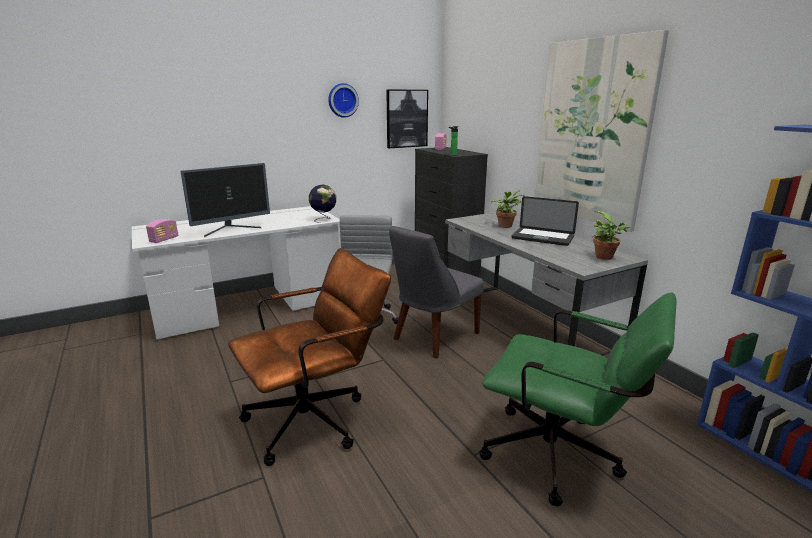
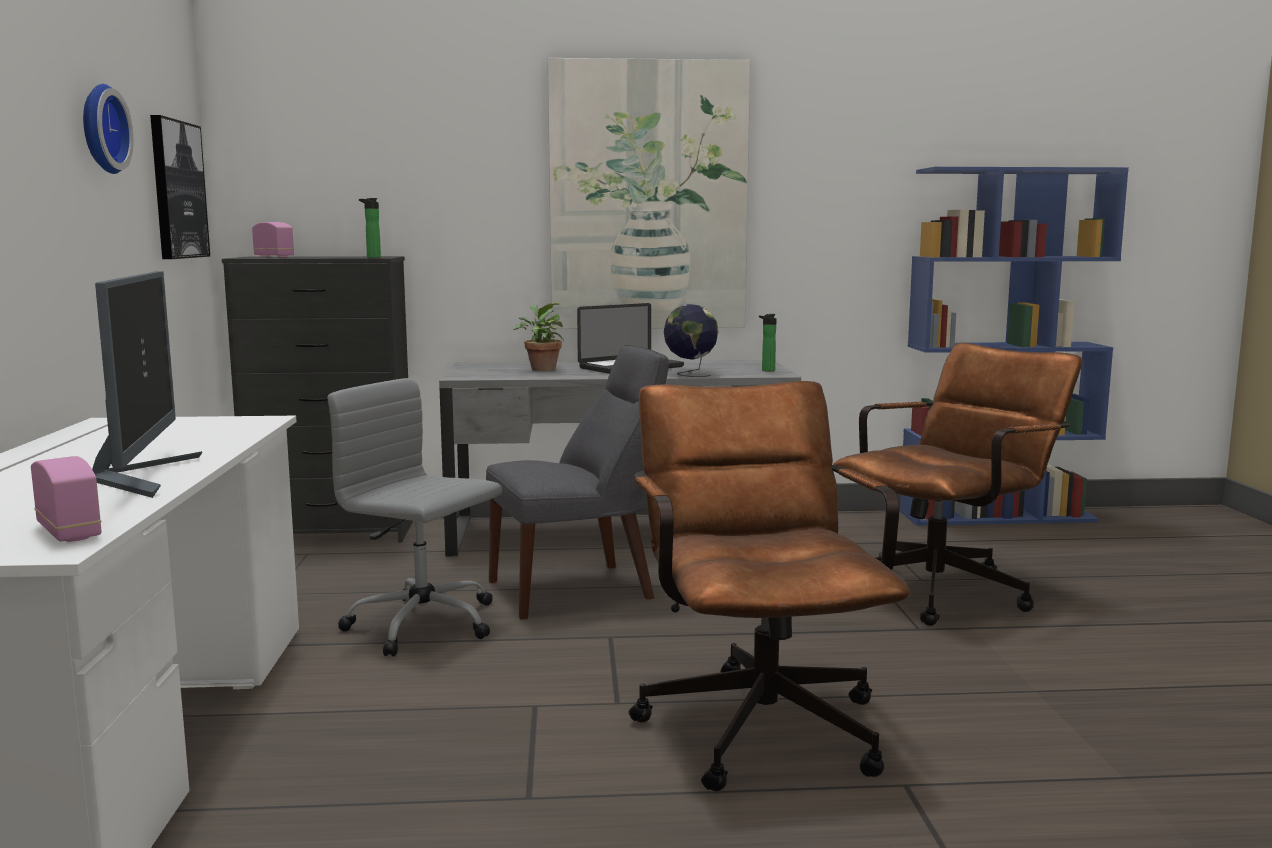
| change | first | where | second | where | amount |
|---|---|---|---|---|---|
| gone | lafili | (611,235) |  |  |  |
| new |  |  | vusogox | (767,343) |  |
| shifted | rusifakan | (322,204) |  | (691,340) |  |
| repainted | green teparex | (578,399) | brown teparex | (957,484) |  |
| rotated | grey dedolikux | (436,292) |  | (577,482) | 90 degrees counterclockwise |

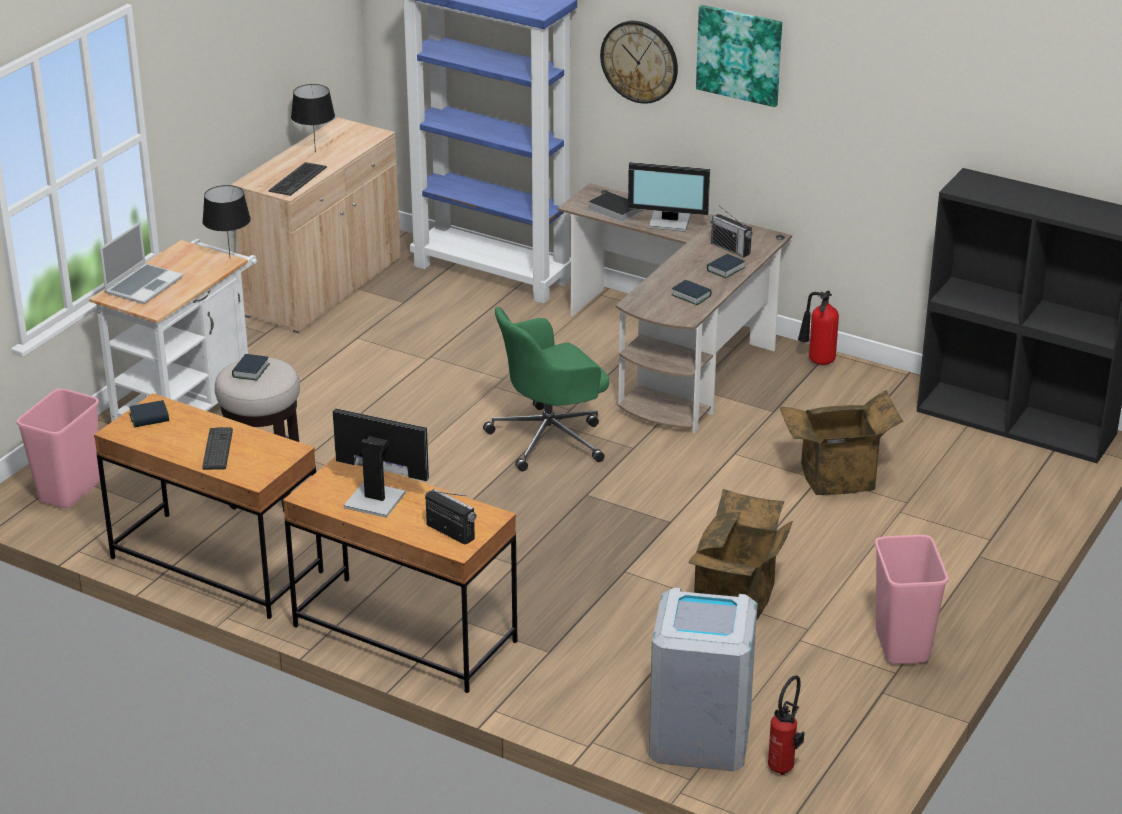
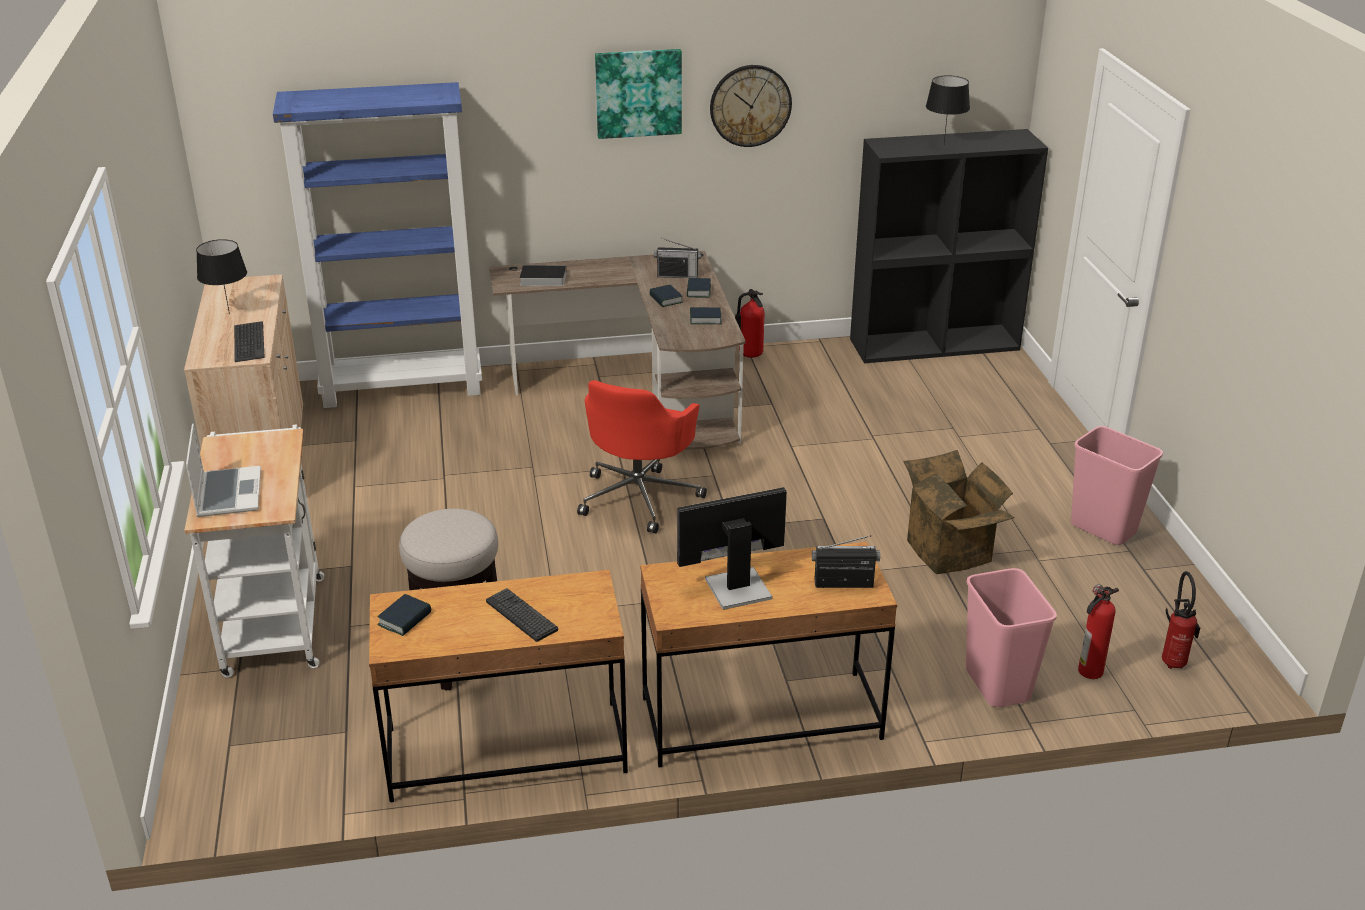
| change | first | where | second | where | amount |
|---|---|---|---|---|---|
| gone | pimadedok | (669,196) |  |  |  |
| gone | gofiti | (841,442) |  |  |  |
| shifted | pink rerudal | (58,448) |  | (1011,637) |  |
| shifted | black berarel | (226,220) |  | (948,109) |  |
| shifted | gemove | (251,367) |  | (666,296) |  |
| shifted | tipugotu | (639,62) |  | (751,106) |  |
| swapped | grey rerudal | (703,679) | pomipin | (1098,631) |  |
| repainted | green teparex | (546,389) | red teparex | (642,456) |  |

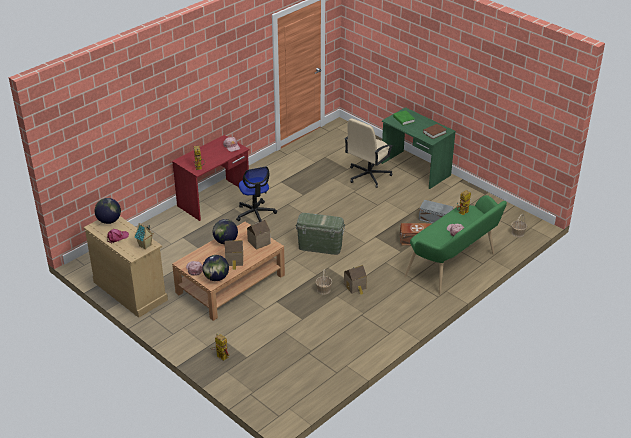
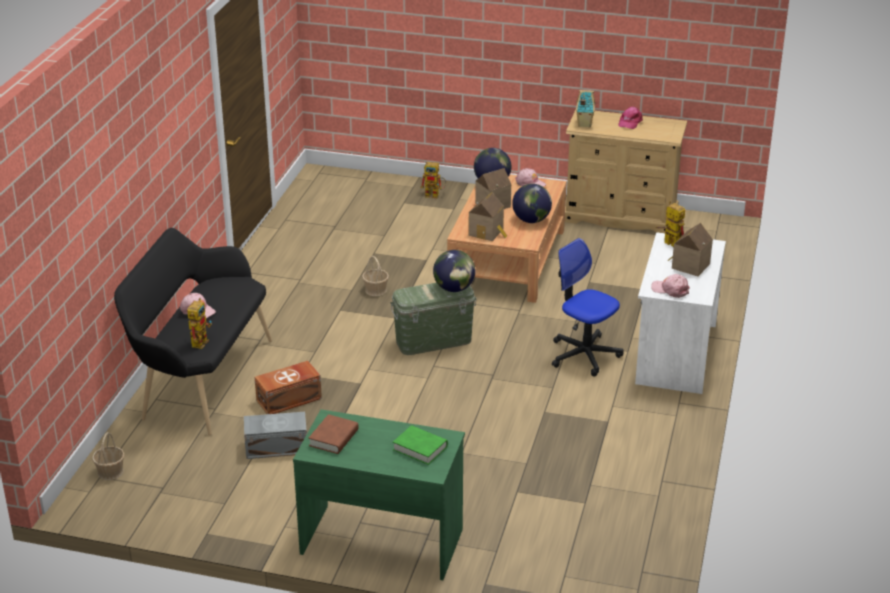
| change | first | where | second | where | amount |
|---|---|---|---|---|---|
| gone | beige teparex | (369,153) |  |  |  |
| shifted | rusifakan | (107,211) |  | (454,271) |  |
| shifted | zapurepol | (355,280) |  | (690,249) |  |
| repainted | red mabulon | (210,178) | white mabulon | (680,313) |  |
| repainted | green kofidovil | (455,244) | black kofidovil | (193,331) |  |

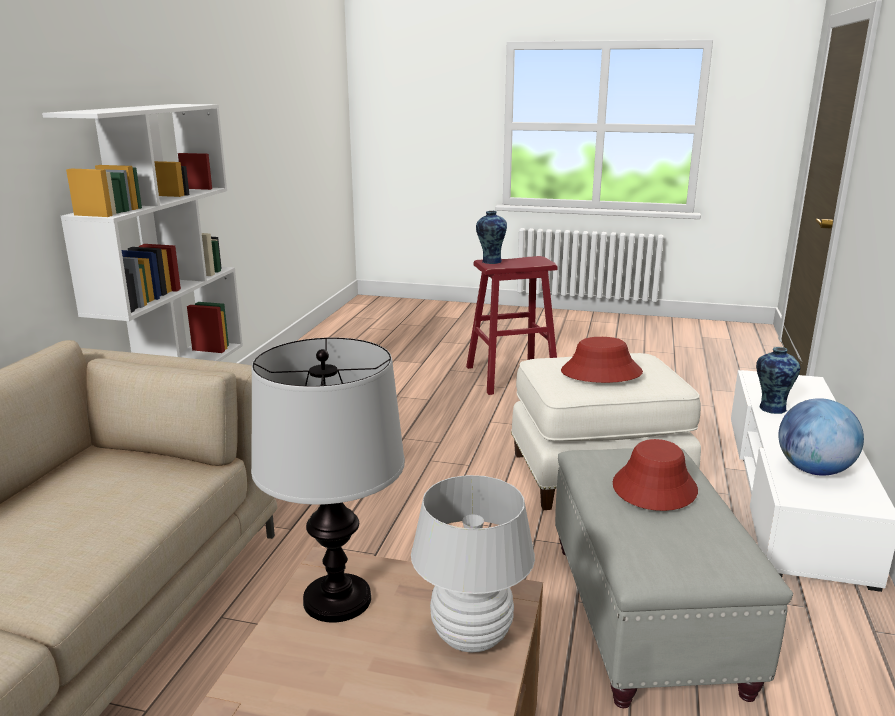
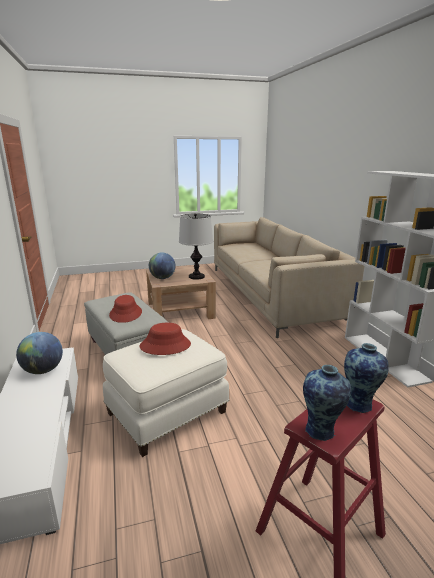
| change | first | where | second | where | amount |
|---|---|---|---|---|---|
| shifted | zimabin | (778,380) |  | (327,403) |  |
| swapped | white berarel | (473,563) | rusifakan | (162,266) |  |

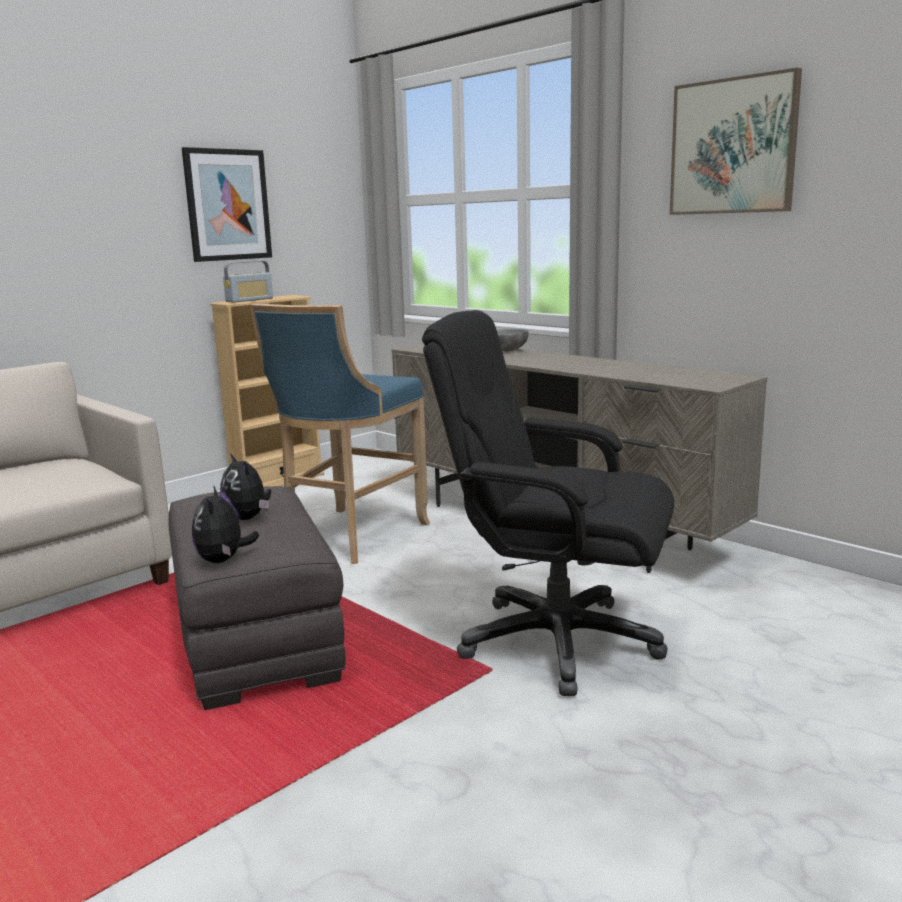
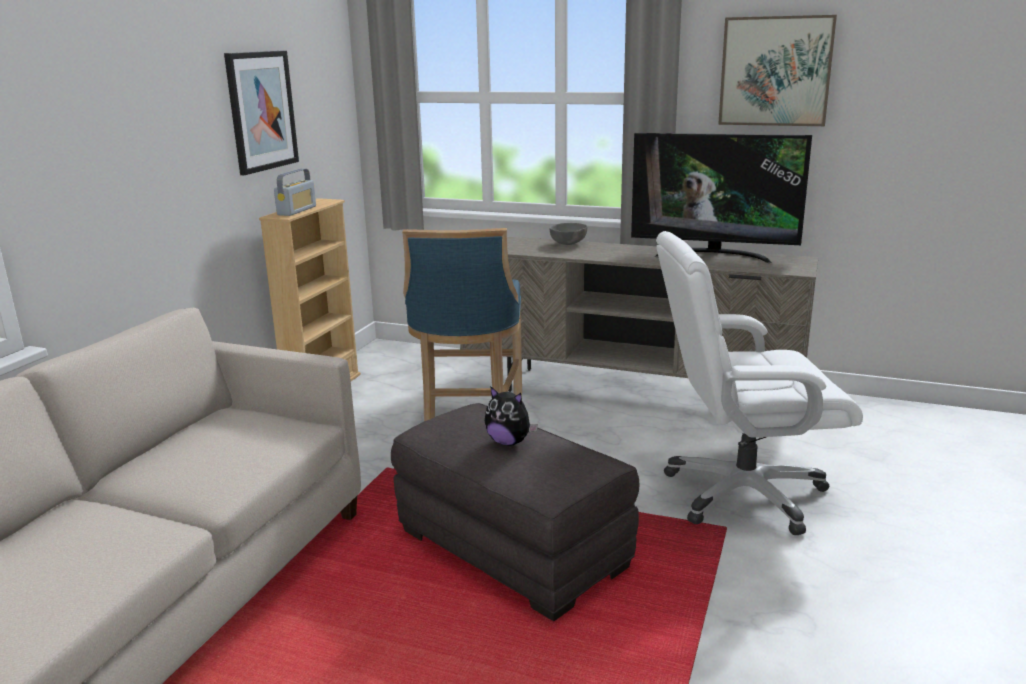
| change | first | where | second | where | amount |
|---|---|---|---|---|---|
| gone | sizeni | (225,524) |  |  |  |
| new |  |  | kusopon | (721,198) |  |
| repainted | black teparex | (548,503) | white teparex | (759,383) |  |

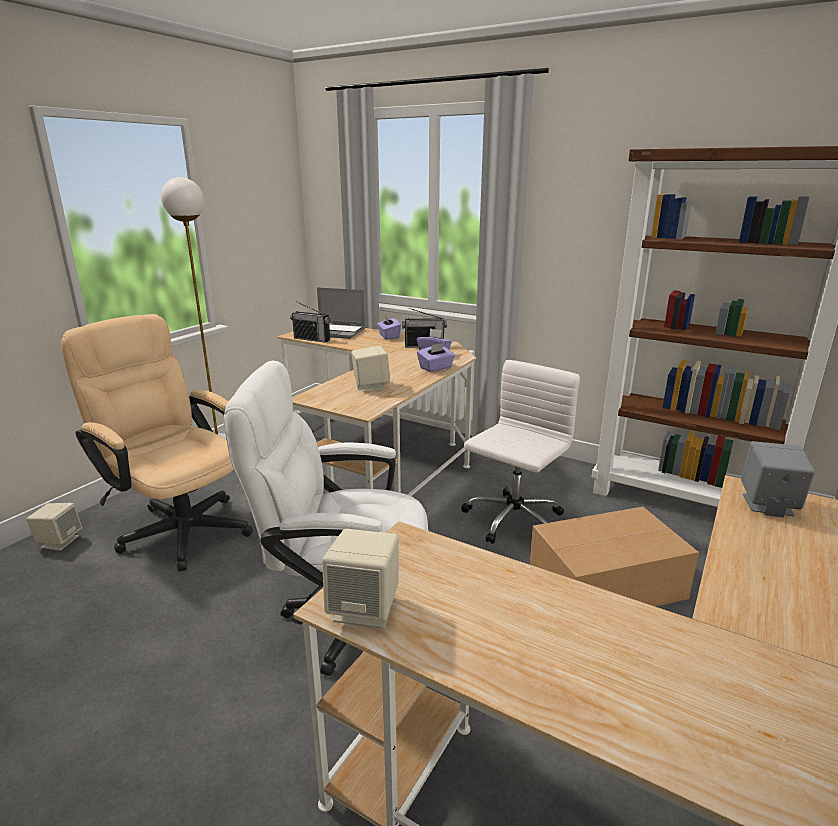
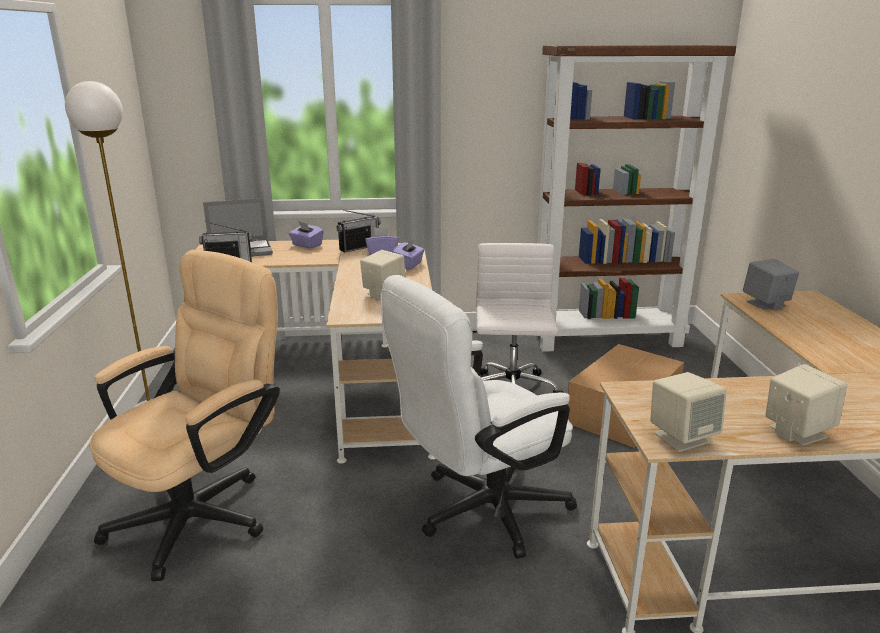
| change | first | where | second | where | amount |
|---|---|---|---|---|---|
| shifted | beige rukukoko | (54,527) |  | (806,404) |  |
| rotated | beige teparex | (157,442) |  | (185,415) | 120 degrees clockwise |

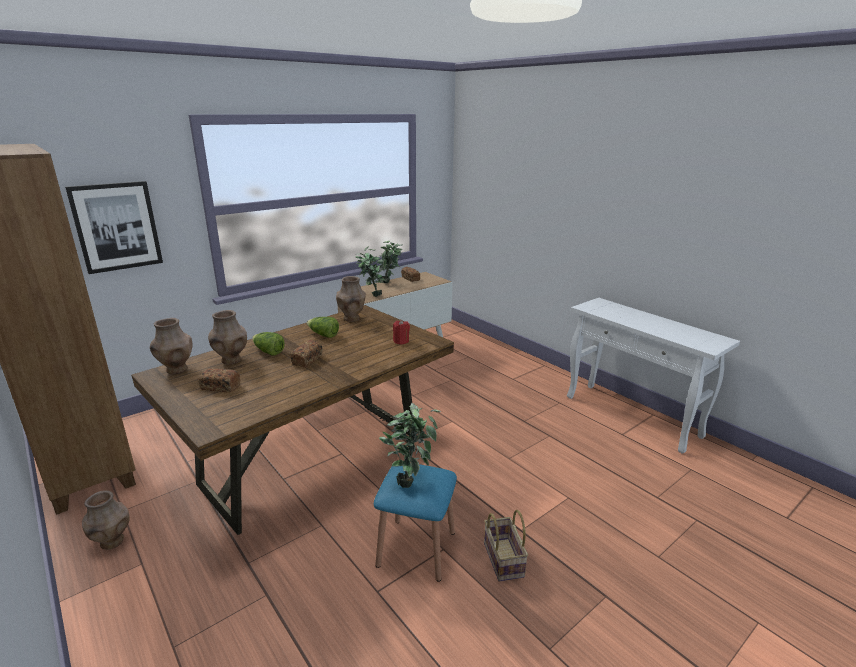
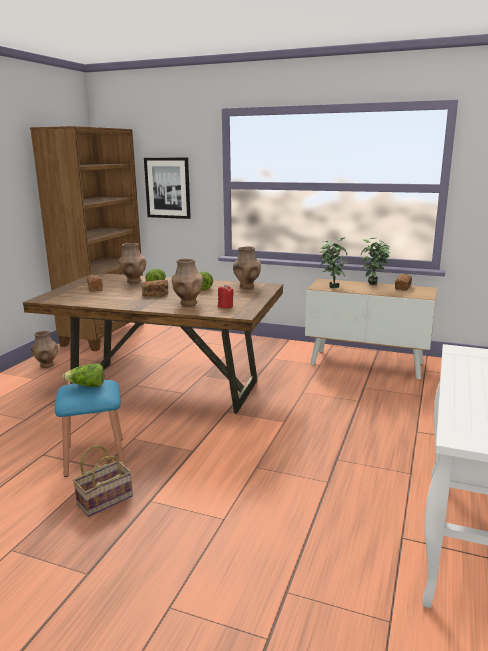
| change | first | where | second | where | amount |
|---|---|---|---|---|---|
| shifted | brown zimabin | (171,346) |  | (187,282) |  |
| swapped | lafili | (410,445) | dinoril | (83,375) |  |

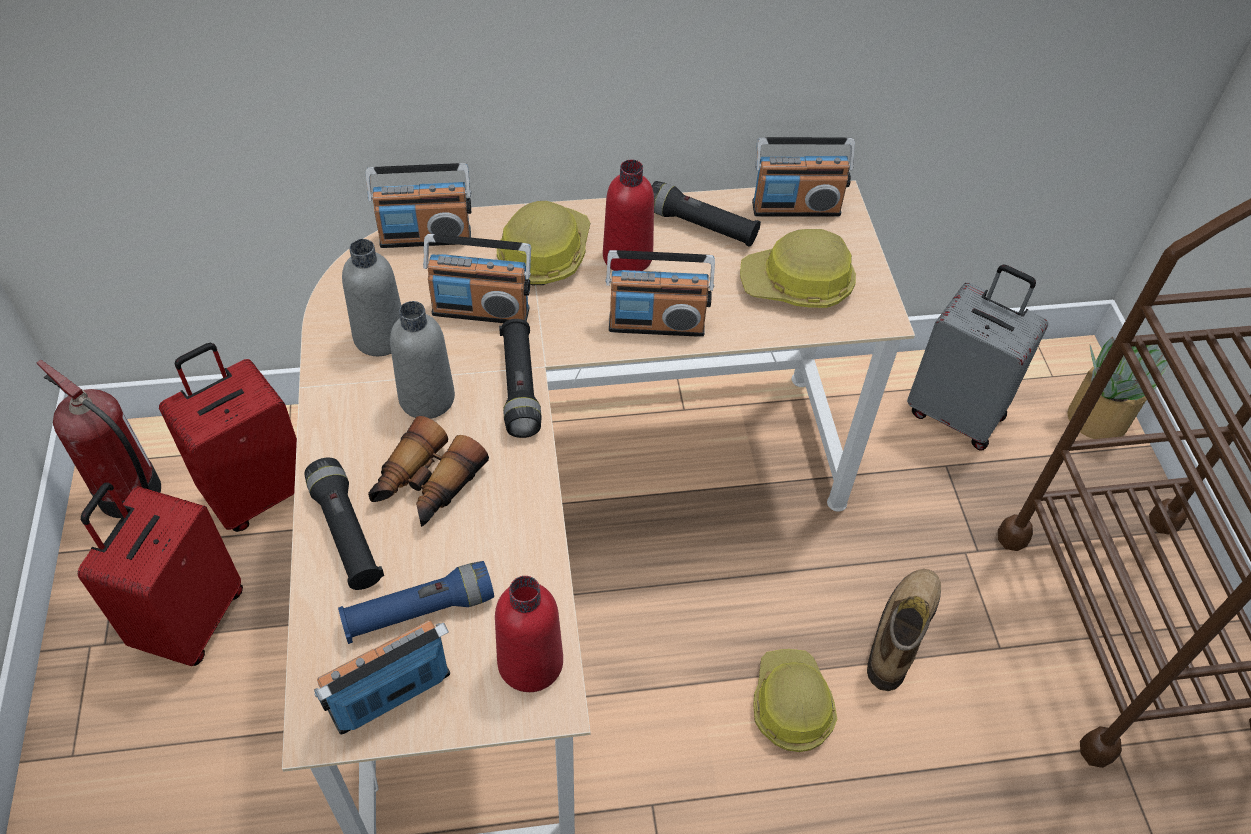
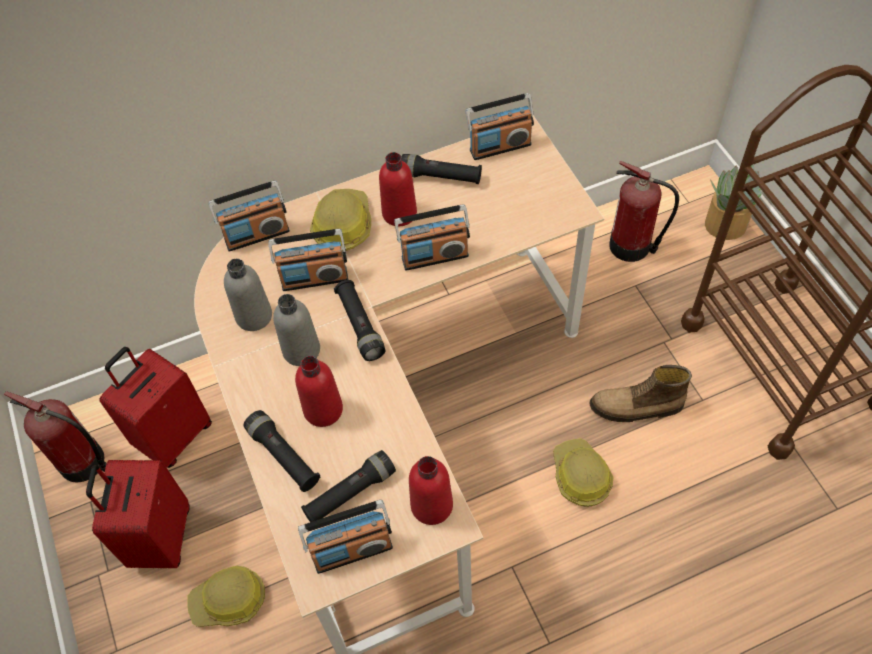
| change | first | where | second | where | amount |
|---|---|---|---|---|---|
| shifted | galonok | (798,268) |  | (226,596) |  |
| swapped | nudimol | (428,471) | red vusogox | (319,391) |  |
| swapped | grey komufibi | (977,357) | pomipin | (644,211) |  |
| repainted | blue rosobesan | (416,602) | black rosobesan | (348,486) |  |
| rotated | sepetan | (382,677) |  | (345,536) | 150 degrees counterclockwise |
| rotated | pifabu | (904,630) |  | (641,393) | 105 degrees counterclockwise |

